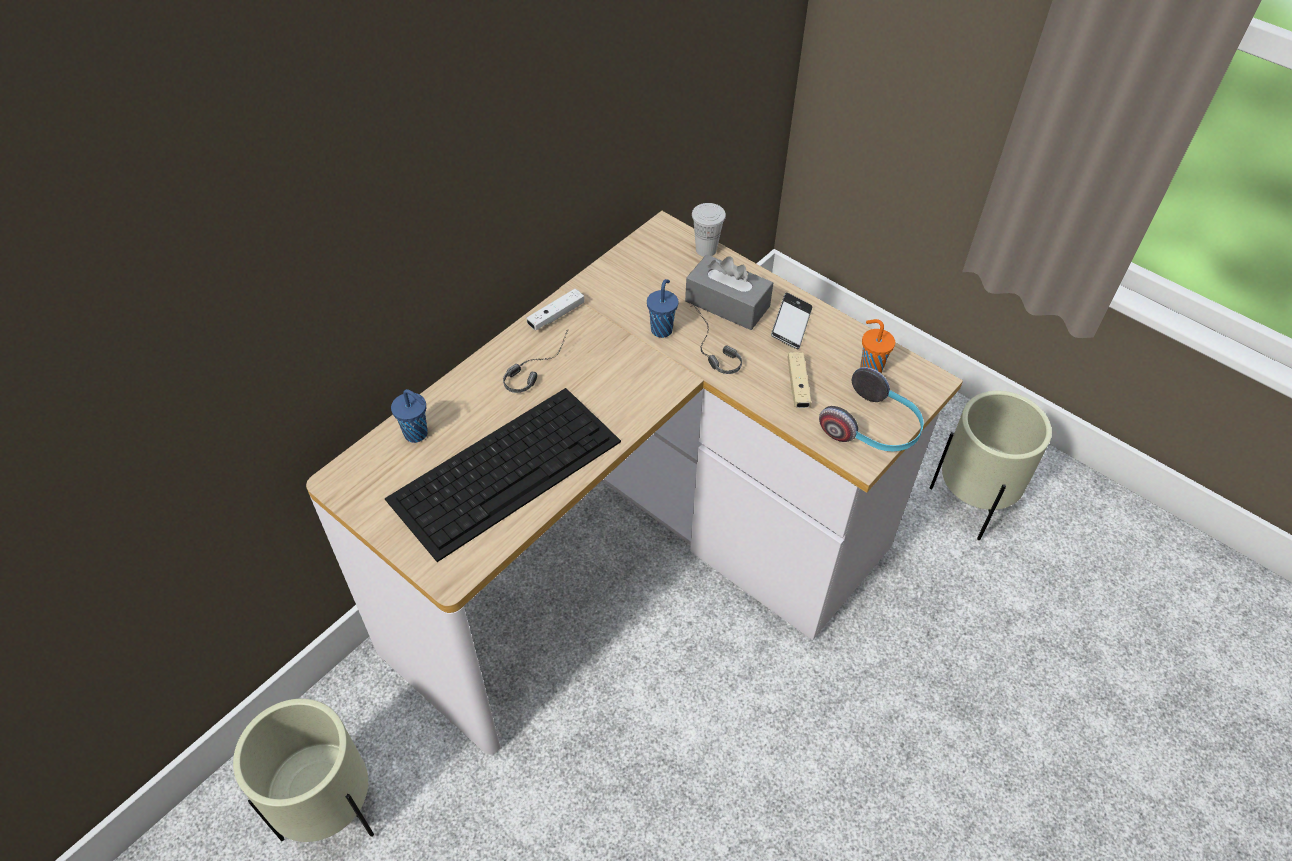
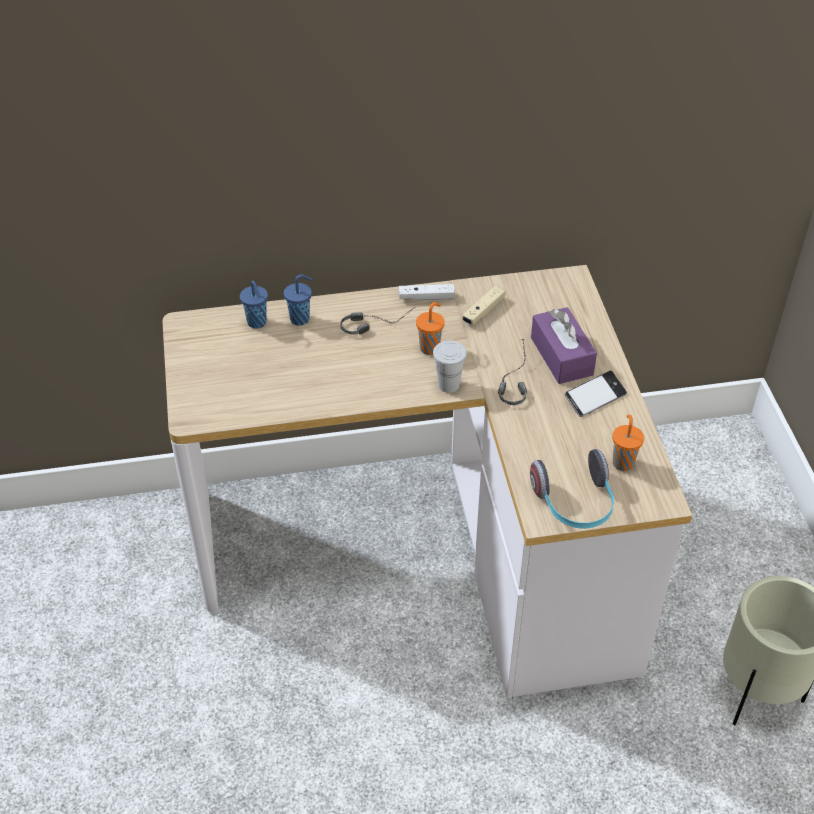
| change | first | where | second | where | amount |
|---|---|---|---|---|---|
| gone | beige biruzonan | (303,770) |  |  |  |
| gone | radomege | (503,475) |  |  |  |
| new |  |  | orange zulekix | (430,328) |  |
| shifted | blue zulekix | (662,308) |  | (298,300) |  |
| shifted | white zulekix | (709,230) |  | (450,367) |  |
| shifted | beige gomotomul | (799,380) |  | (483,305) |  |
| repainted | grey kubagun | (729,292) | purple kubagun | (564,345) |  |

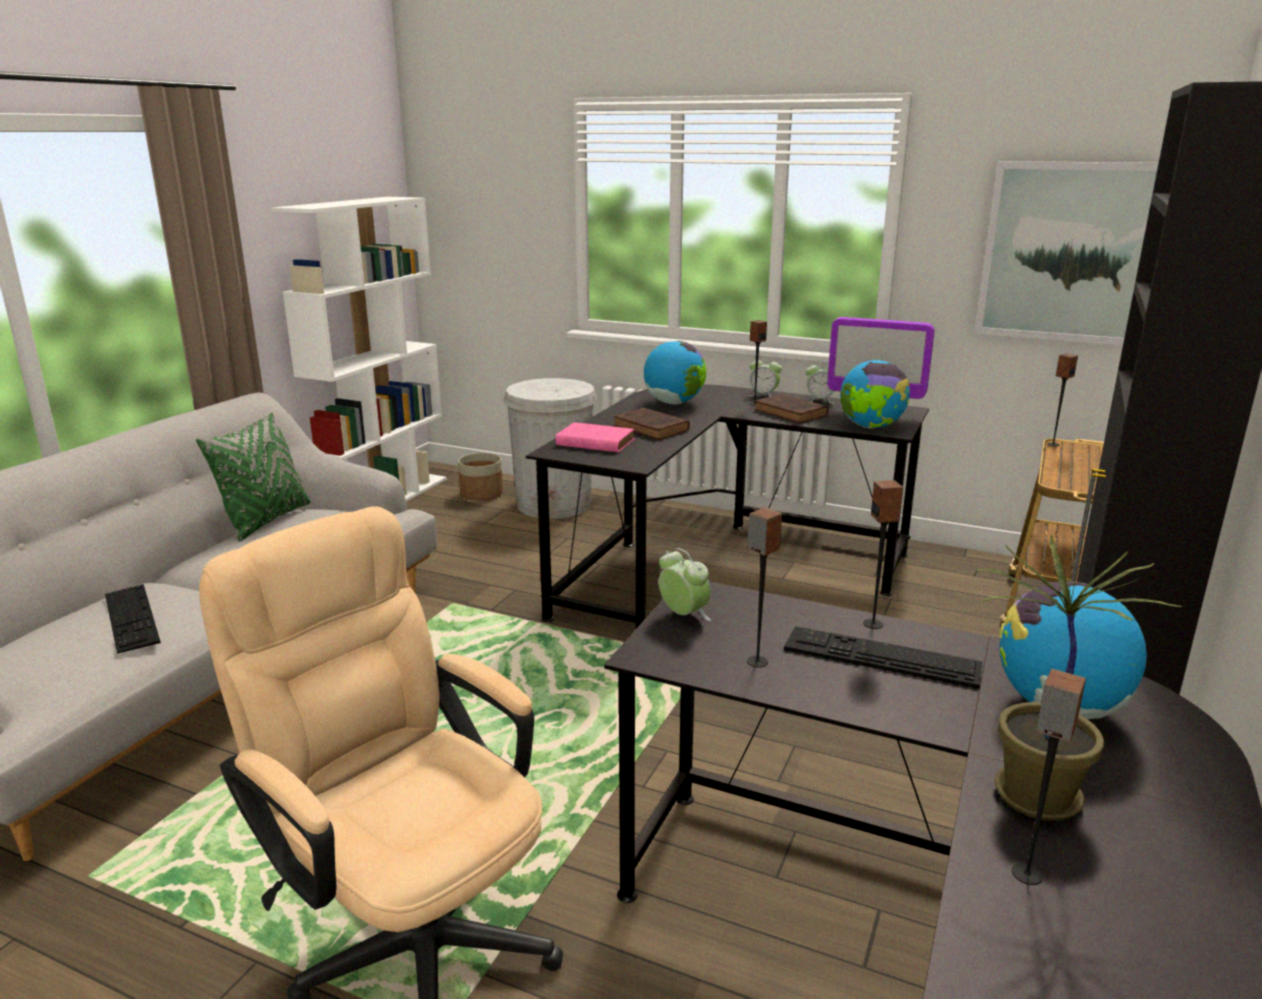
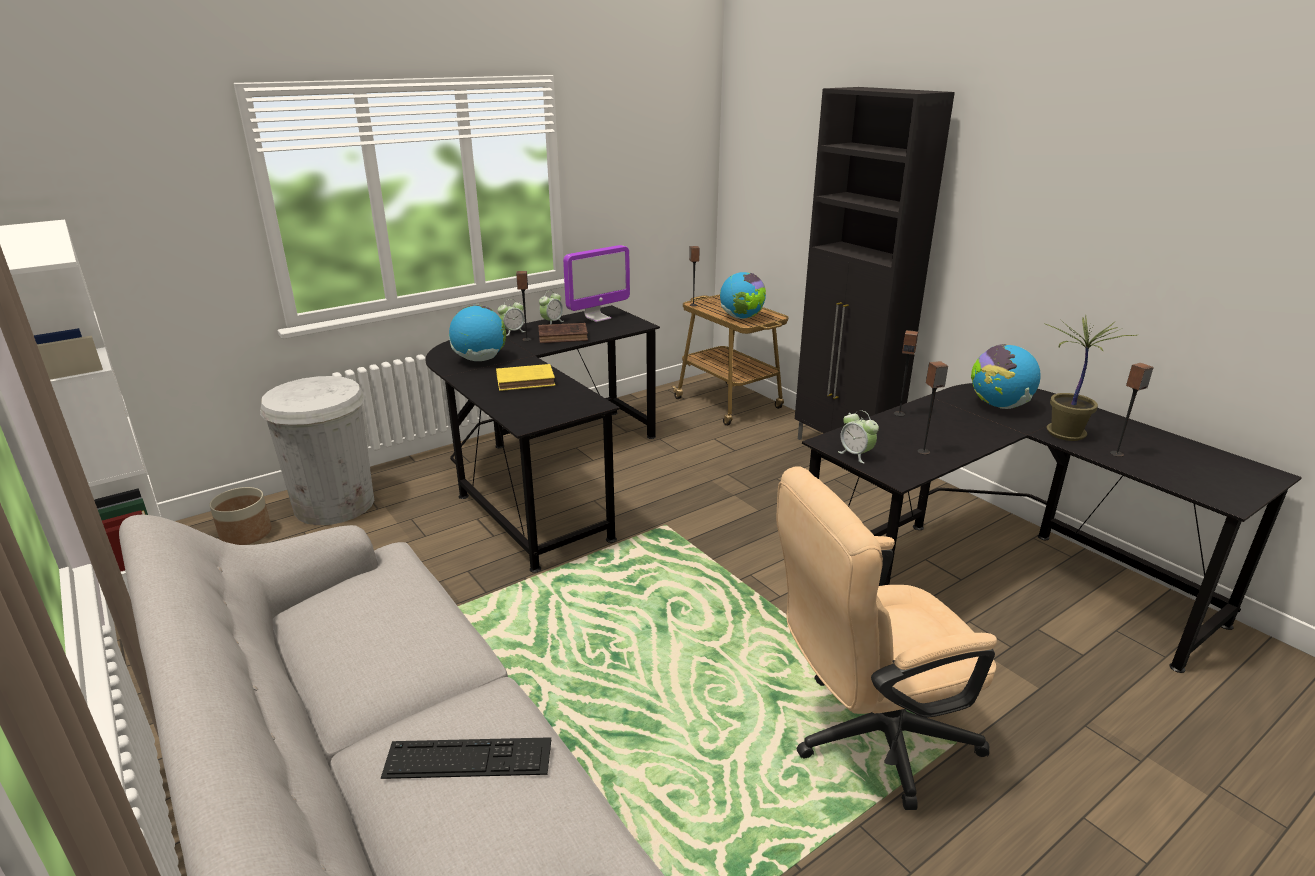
| change | first | where | second | where | amount |
|---|---|---|---|---|---|
| gone | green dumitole | (253,477) |  |  |  |
| gone | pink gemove | (595,437) |  |  |  |
| gone | radomege | (883,657) |  |  |  |
| gone | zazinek | (1066,253) |  |  |  |
| shifted | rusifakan | (875,394) |  | (743,295) |  |
| repainted | brown gemove | (651,424) | yellow gemove | (525,377) |  |
| rotated | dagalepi | (685,584) |  | (858,436) | 120 degrees counterclockwise |

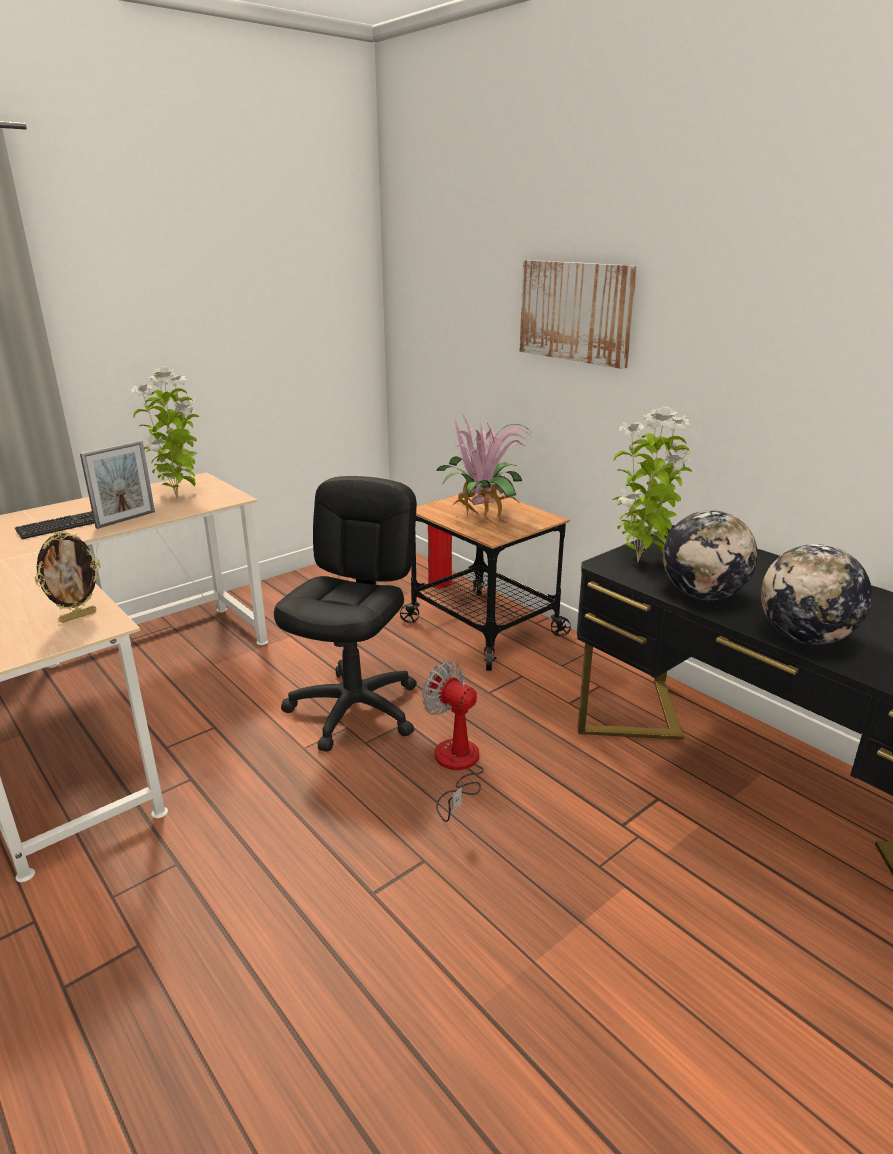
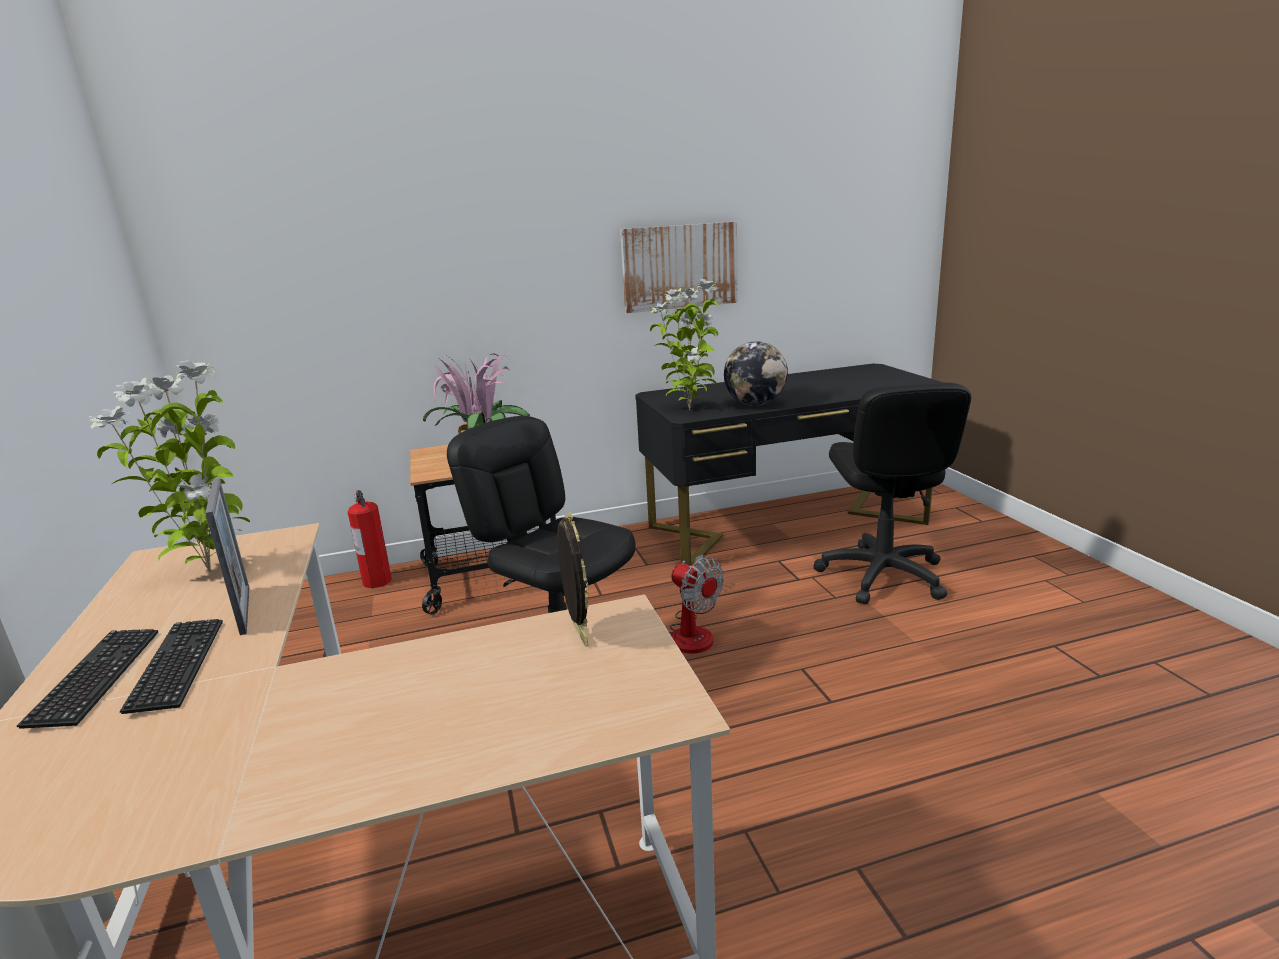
| change | first | where | second | where | amount |
|---|---|---|---|---|---|
| gone | rusifakan | (816,594) |  |  |  |
| new |  |  | radomege | (87,679) |  |
| new |  |  | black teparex | (892,493) |  |
| shifted | zazinek | (578,314) |  | (679,267) |  |
| rotated | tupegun | (453,741) |  | (697,604) | 105 degrees counterclockwise |

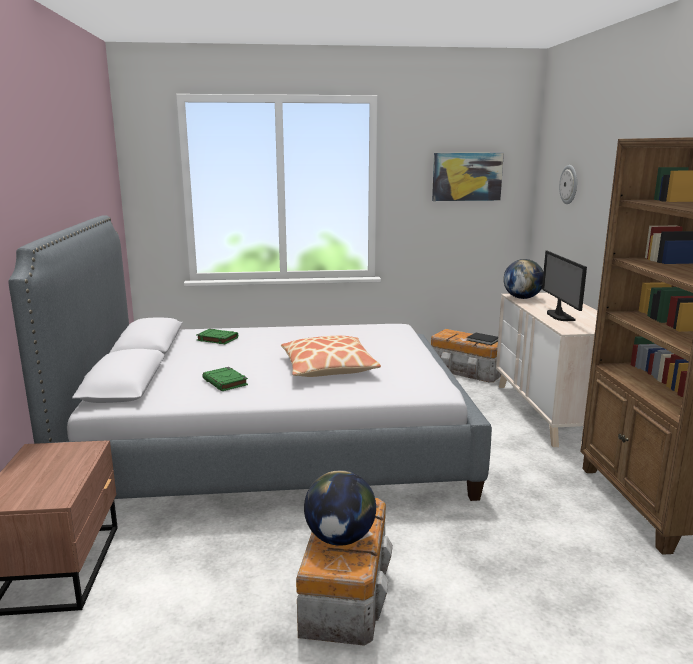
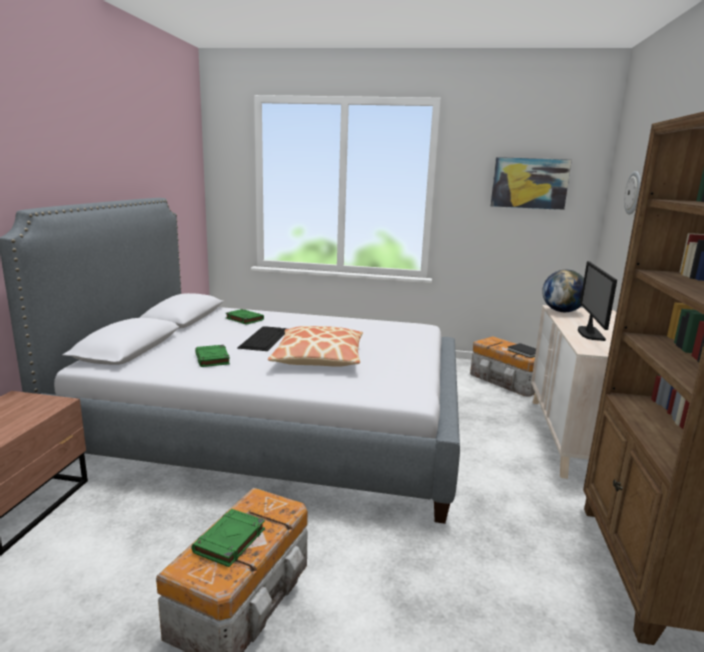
| change | first | where | second | where | amount |
|---|---|---|---|---|---|
| new |  |  | radomege | (261,338) |  |
| swapped | rusifakan | (340,508) | green gemove | (228,538) |  |

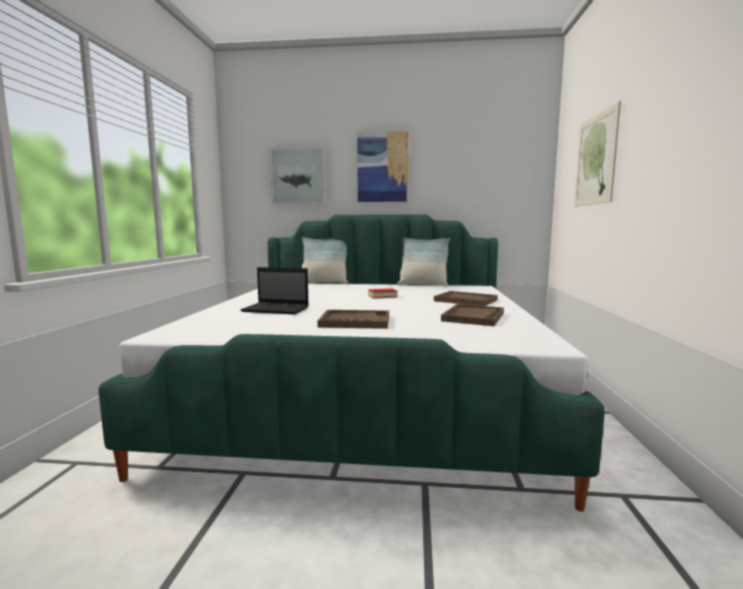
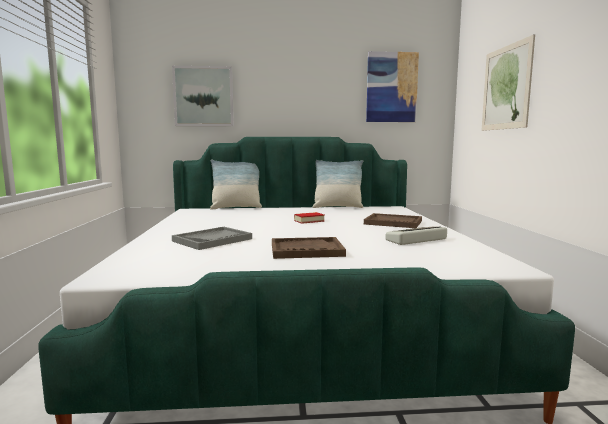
| change | first | where | second | where | amount |
|---|---|---|---|---|---|
| shifted | zazinek | (383,166) |  | (392,86) |  |
| swapped | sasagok | (274,290) | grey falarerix | (212,238) |  |
| swapped | brown falarerix | (472,315) | radomege | (416,236) |  |

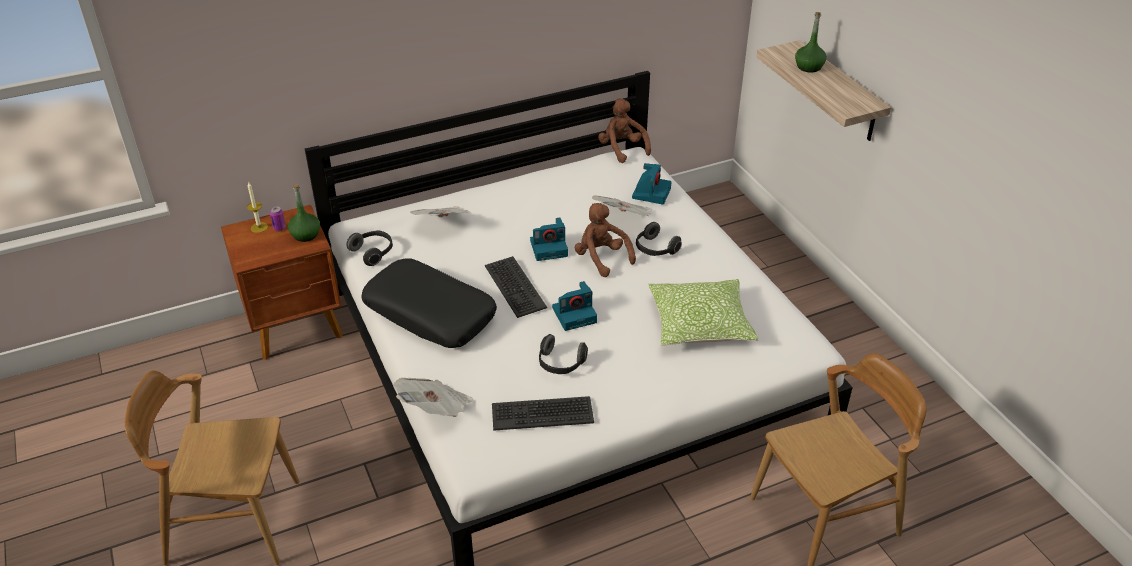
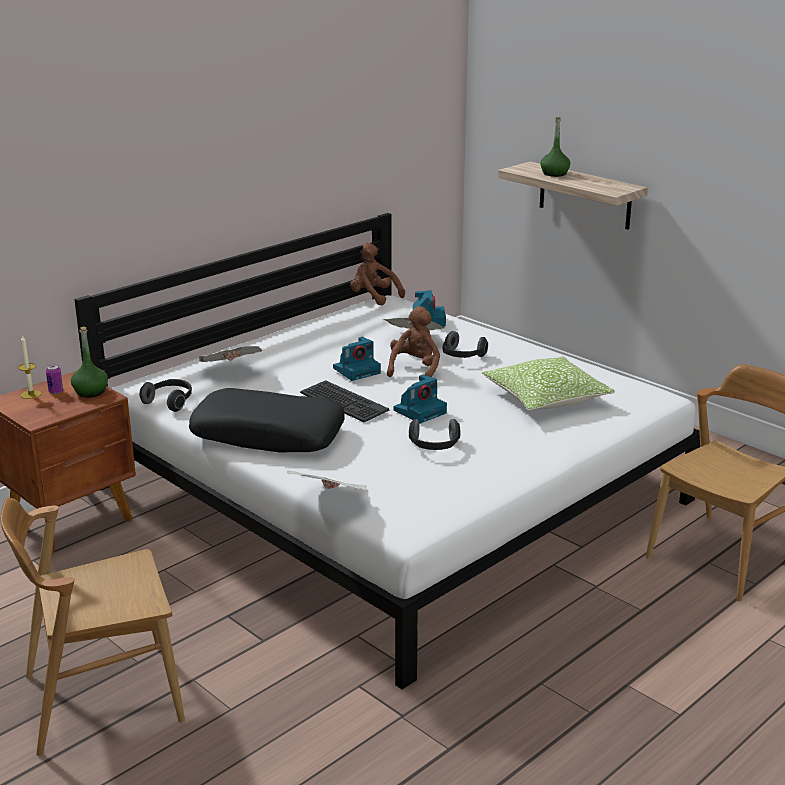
| change | first | where | second | where | amount |
|---|---|---|---|---|---|
| gone | radomege | (543,413) |  |  |  |
| rotated | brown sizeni | (605,240) |  | (413,341) | 75 degrees clockwise |

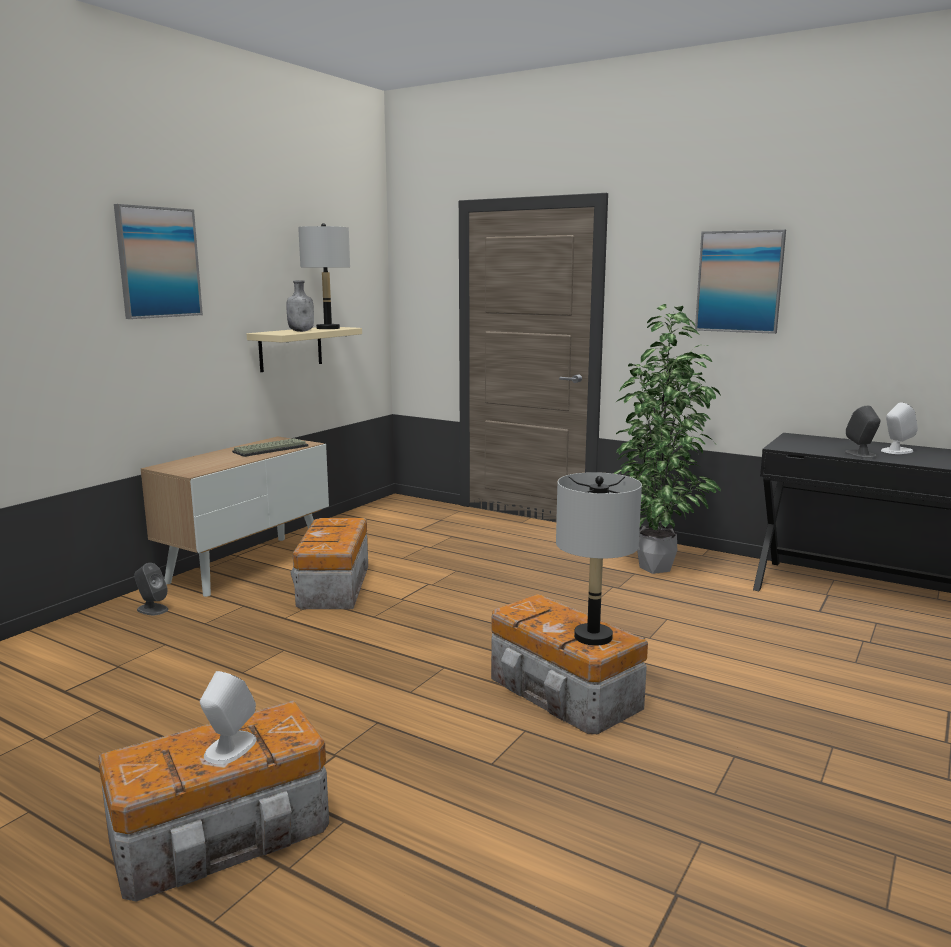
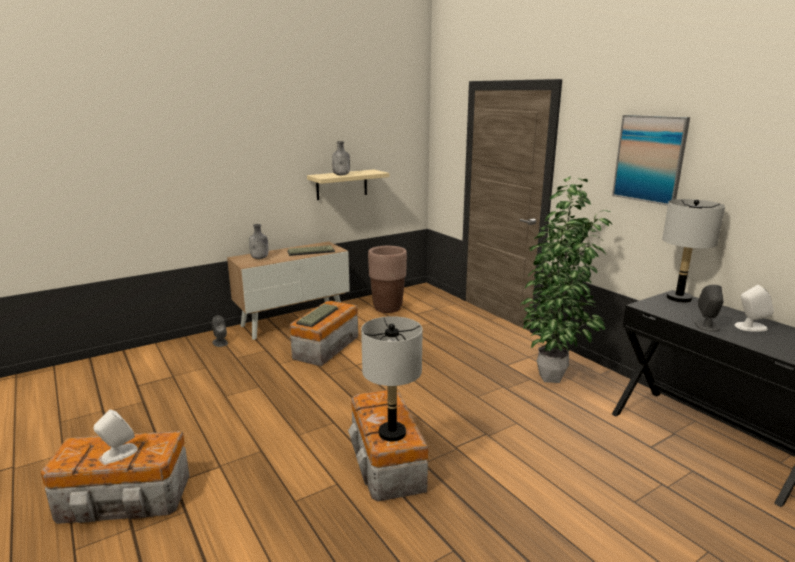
| change | first | where | second | where | amount |
|---|---|---|---|---|---|
| gone | zazinek | (158,261) |  |  |  |
| new |  |  | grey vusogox | (259,241) |  |
| new |  |  | radomege | (317,315) |  |
| new |  |  | brown biruzonan | (387,279) |  |
| shifted | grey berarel | (324,276) |  | (693,251) |  |

